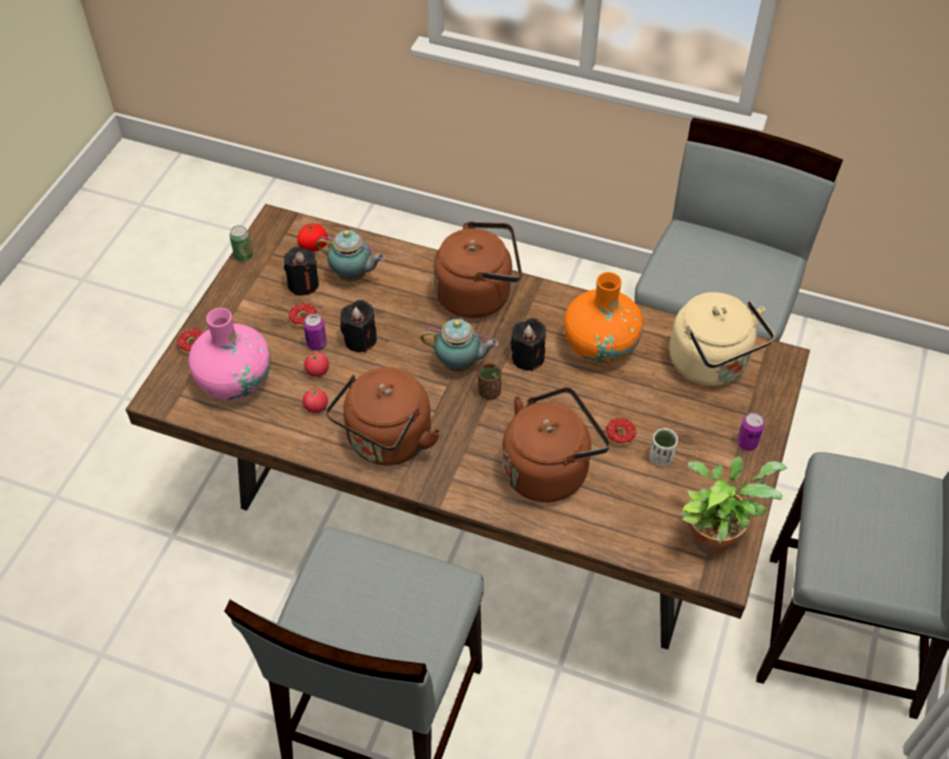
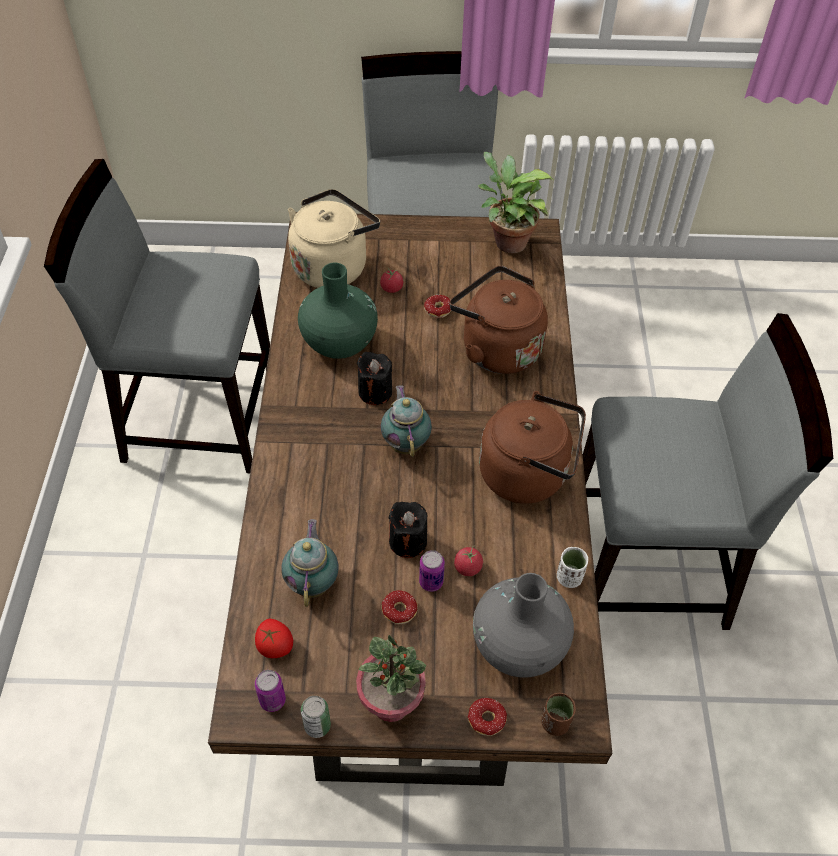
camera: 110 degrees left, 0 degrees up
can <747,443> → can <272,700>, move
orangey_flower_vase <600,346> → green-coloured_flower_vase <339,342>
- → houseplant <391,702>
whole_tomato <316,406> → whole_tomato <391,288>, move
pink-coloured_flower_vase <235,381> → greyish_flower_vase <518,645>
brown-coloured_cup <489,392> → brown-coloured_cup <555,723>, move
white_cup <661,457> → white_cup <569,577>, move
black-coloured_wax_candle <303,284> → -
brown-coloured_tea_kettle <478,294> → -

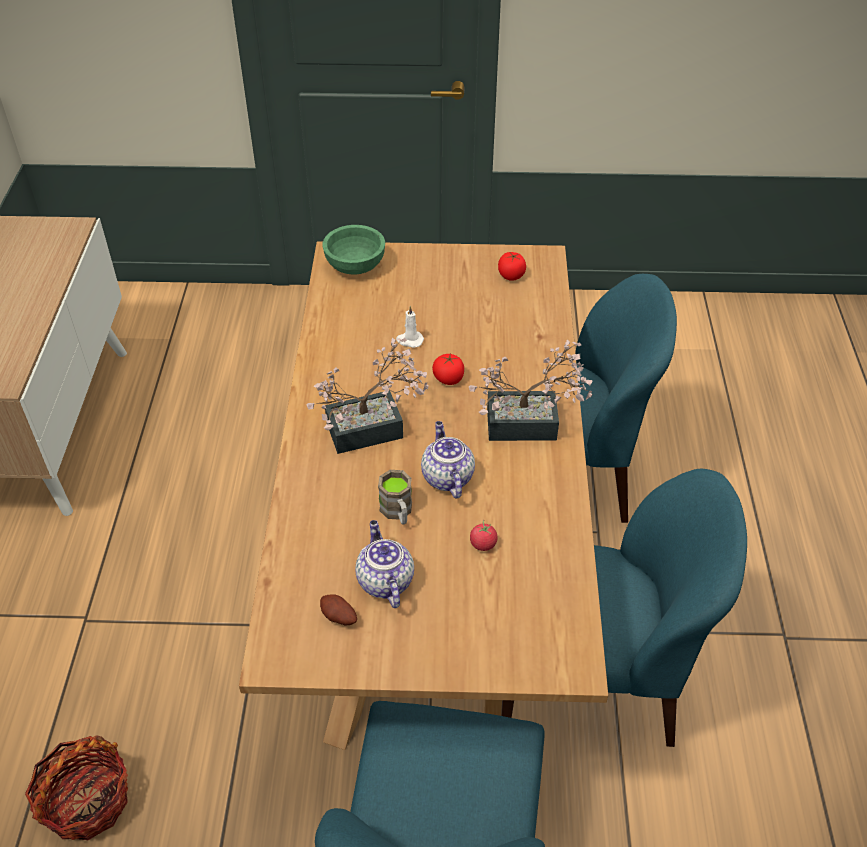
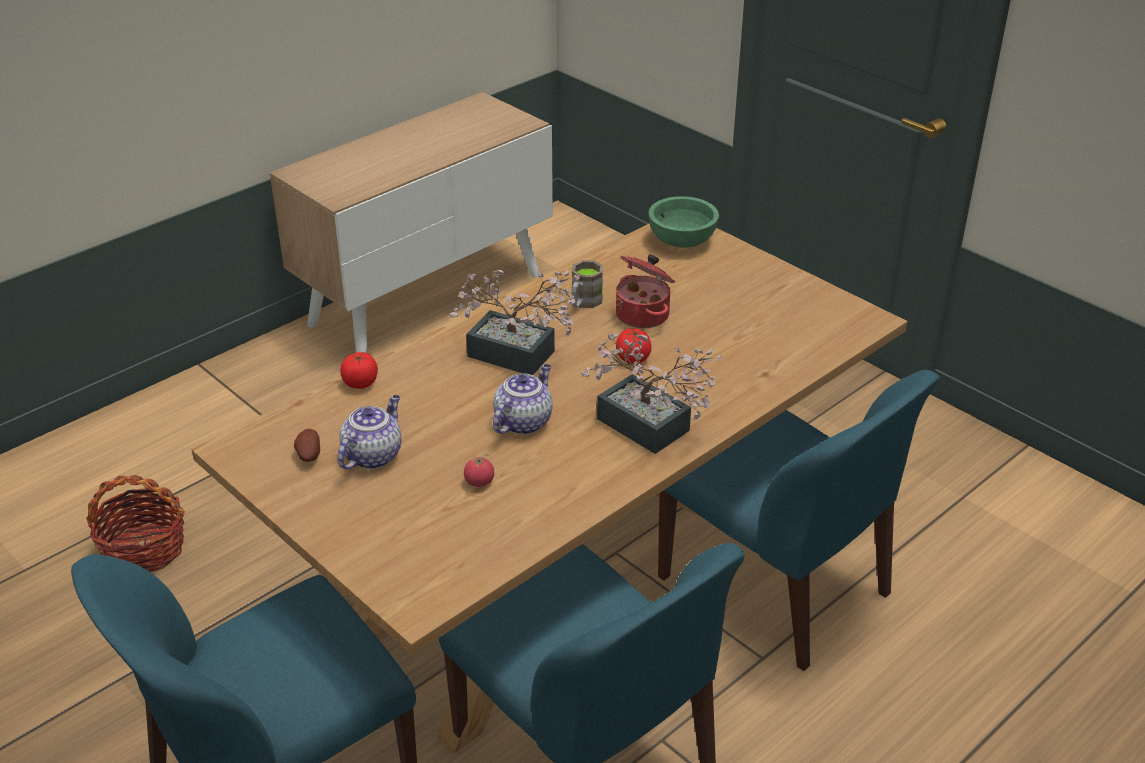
camera: 45 degrees right, 10 degrees down
whole_tomato <511,275> → whole_tomato <360,383>, move
brown-coloured_tea_mug <398,512> → brown-coloured_tea_mug <584,303>, move
white_wax_candle <409,340> → saucepot <644,315>

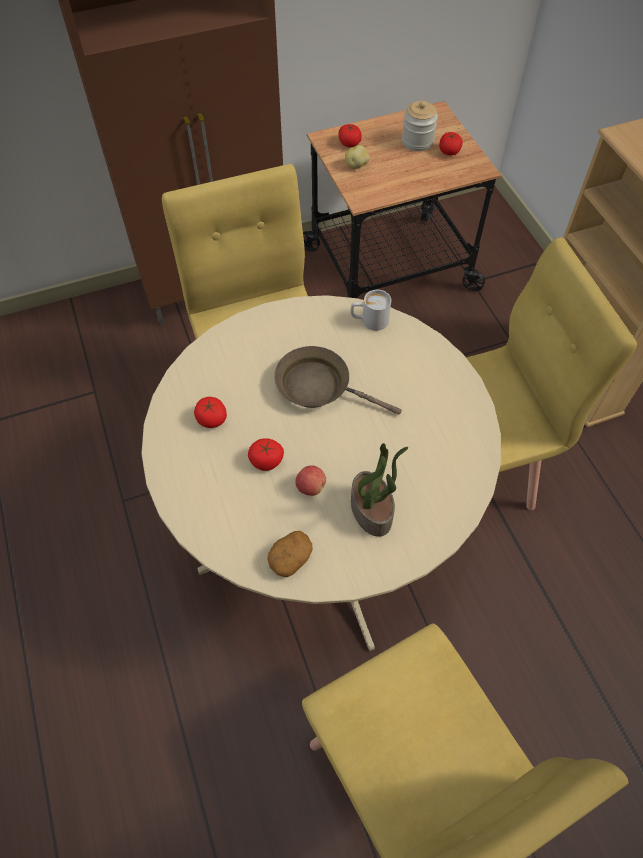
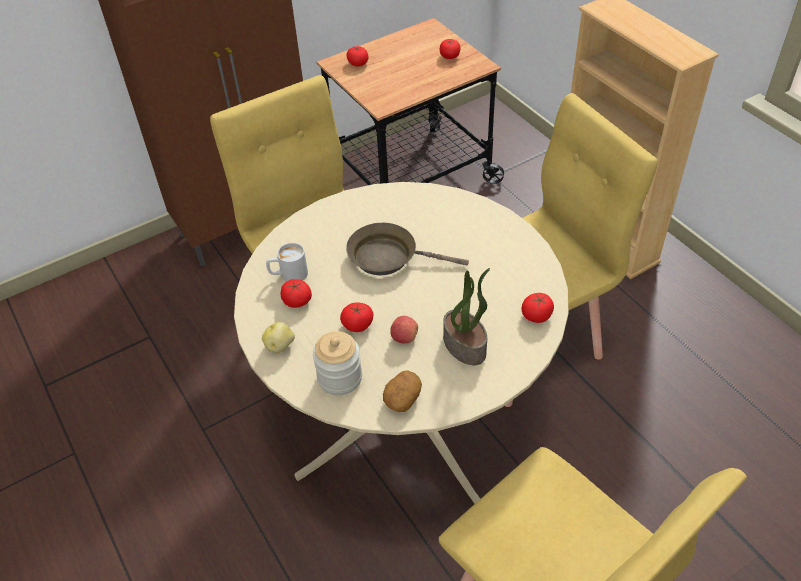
camera: 10 degrees left, 10 degrees down
whole_potato <357,165> → whole_potato <280,345>, move
white_tea_mug <369,321> → white_tea_mug <288,275>, move
jar <417,141> → jar <340,378>, move
- → whole_tomato <536,315>

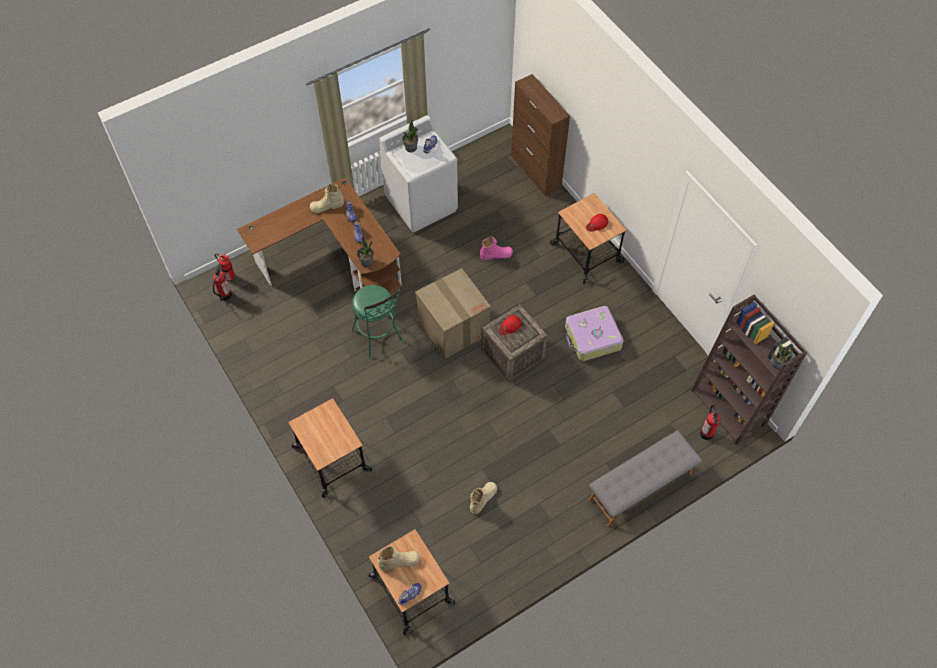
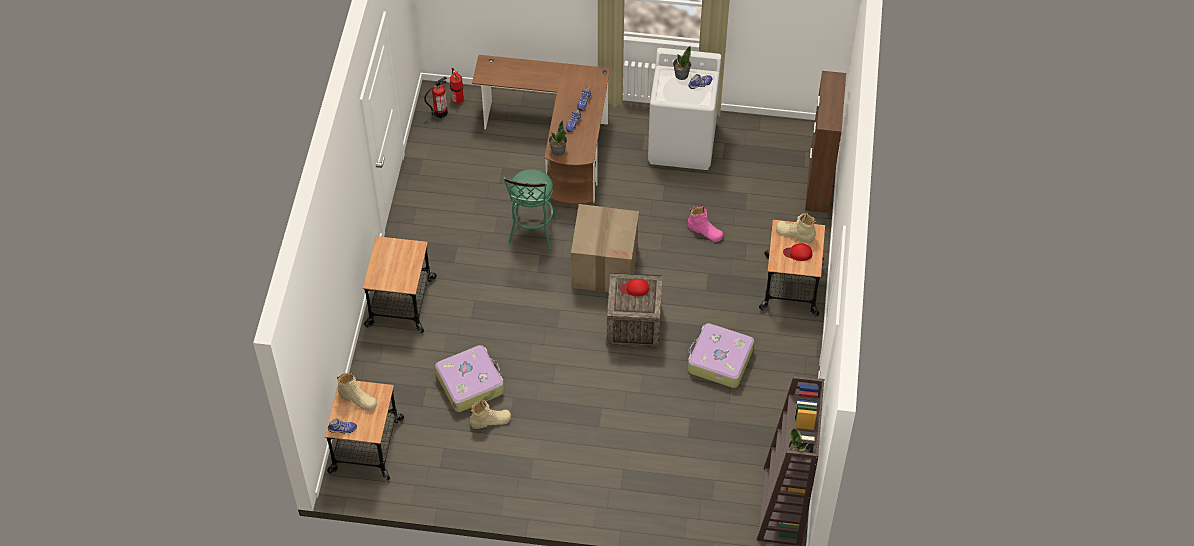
camera: 40 degrees right, 5 degrees down
- → piece_of_luggage <470,383>
beige_high-top_boot <327,206> → beige_high-top_boot <795,234>, move
greyish_long_seat <640,487> → -
extinguisher <706,433> → -

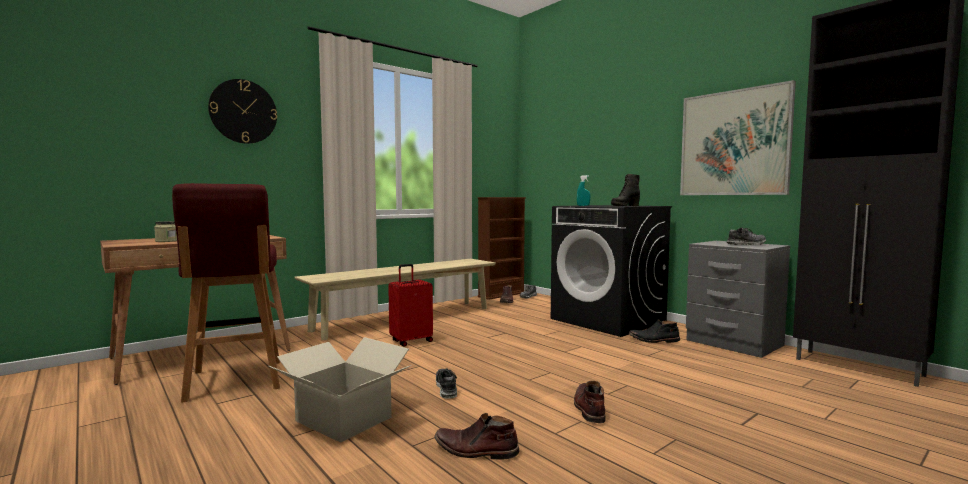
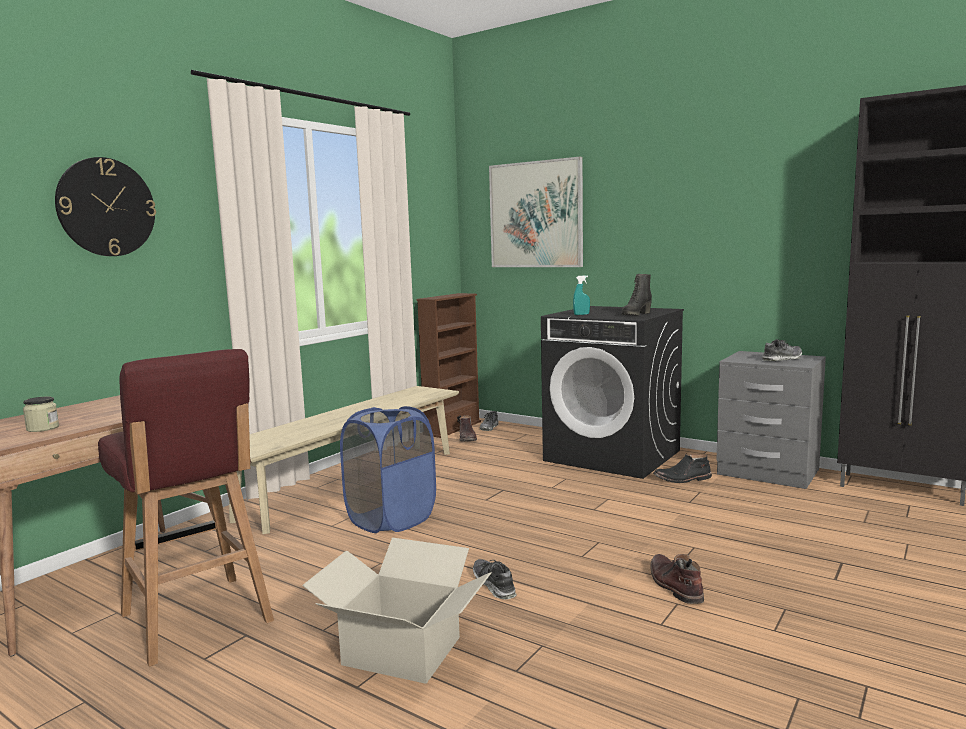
camera: 15 degrees left, 5 degrees up
red_piece_of_luggage <411,341> → blue-coloured_laundry_basket <391,519>
wall_picture <733,143> → wall_picture <536,215>, move
brown-coloured_high-top_boot <475,451> → -

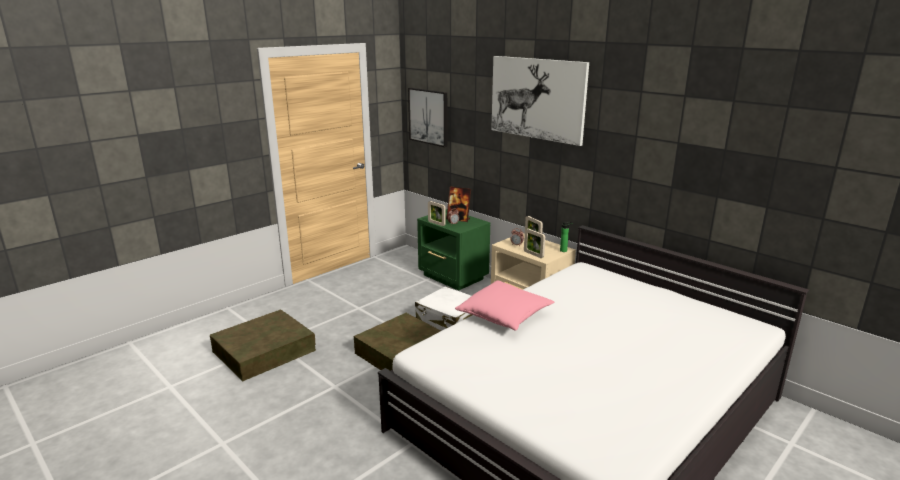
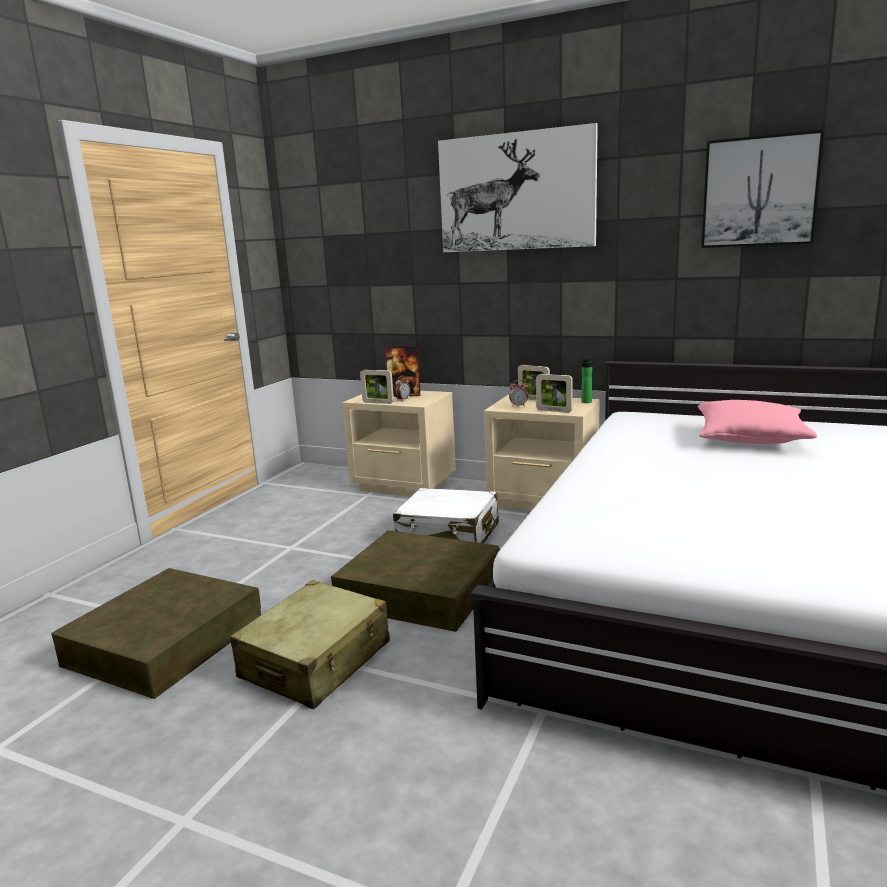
camera: 20 degrees left, 5 degrees down
- → beige_piece_of_luggage <316,661>
green-coloured_nightstand <453,277> → beige_nightstand <404,486>
pink-coloured_throw_pillow <504,316> → pink-coloured_throw_pillow <750,439>, move
wall_picture <428,116> → wall_picture <759,192>, move

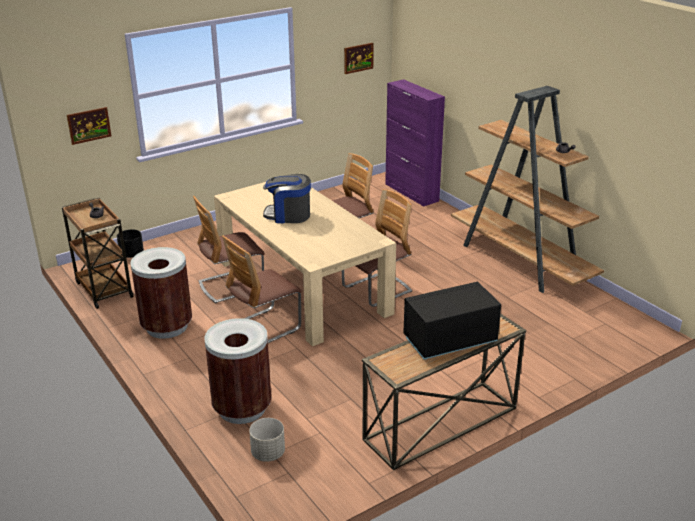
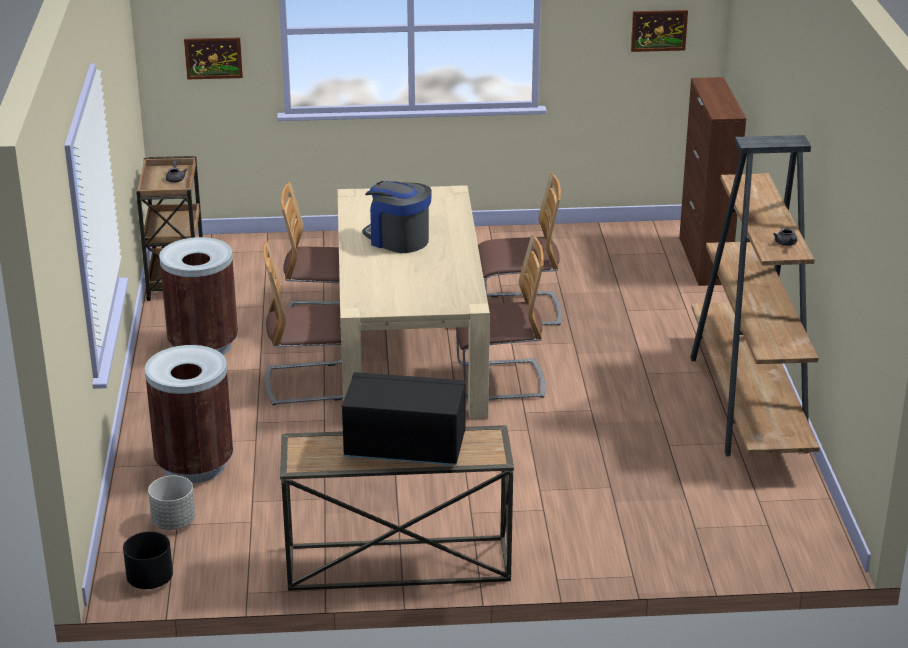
camera: 30 degrees right, 0 degrees up
black-coloured_plant_pot <131,255> → black-coloured_plant_pot <150,580>, move
purple-coloured_storage_cabinet <411,192> → brown-coloured_storage_cabinet <704,261>

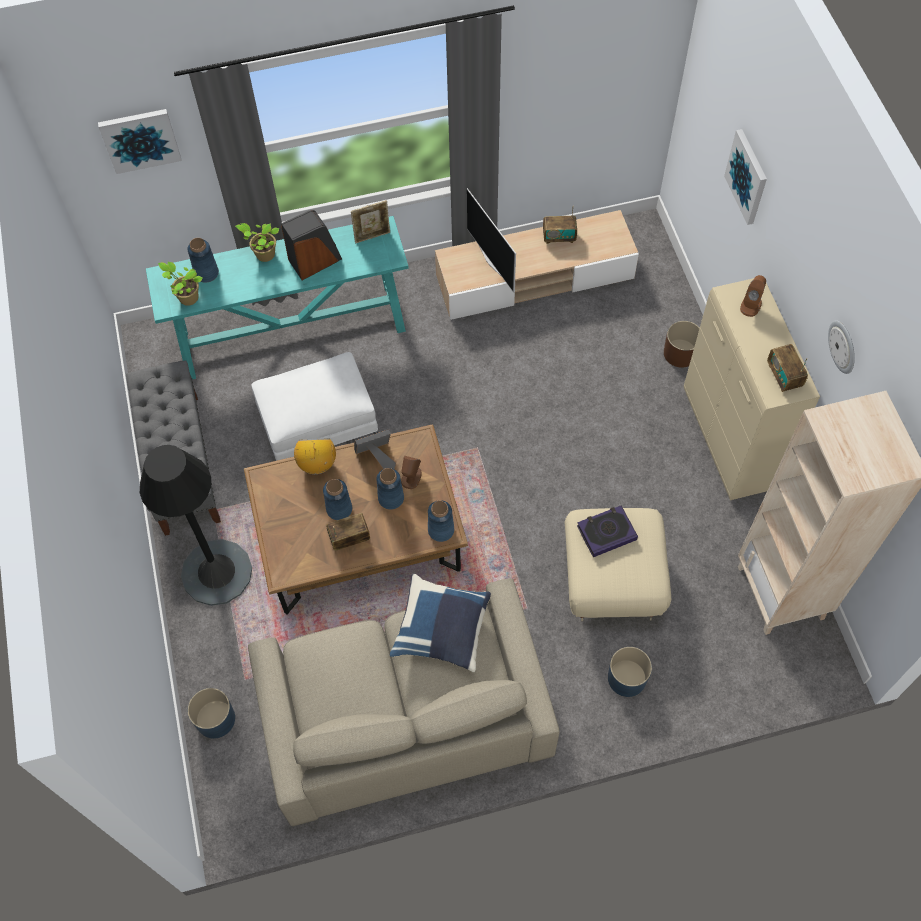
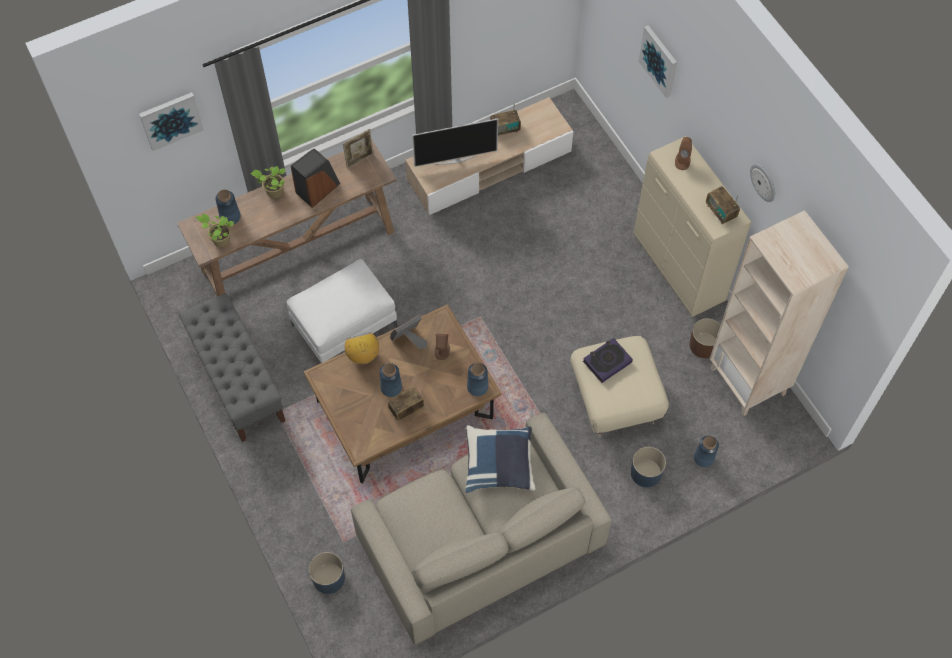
camera: 15 degrees left, 0 degrees up
blue-green_console_table <293,331> → brown-coloured_console_table <299,251>
TV_set <491,260> → TV_set <455,159>, 60 degrees counterclockwise
brown-coloured_plant_pot <680,353> → brown-coloured_plant_pot <703,345>, move
blue-coloured_flower_vase <391,498> → blue-coloured_flower_vase <704,458>, move
black-coloured_standing_lamp <217,572> → -

